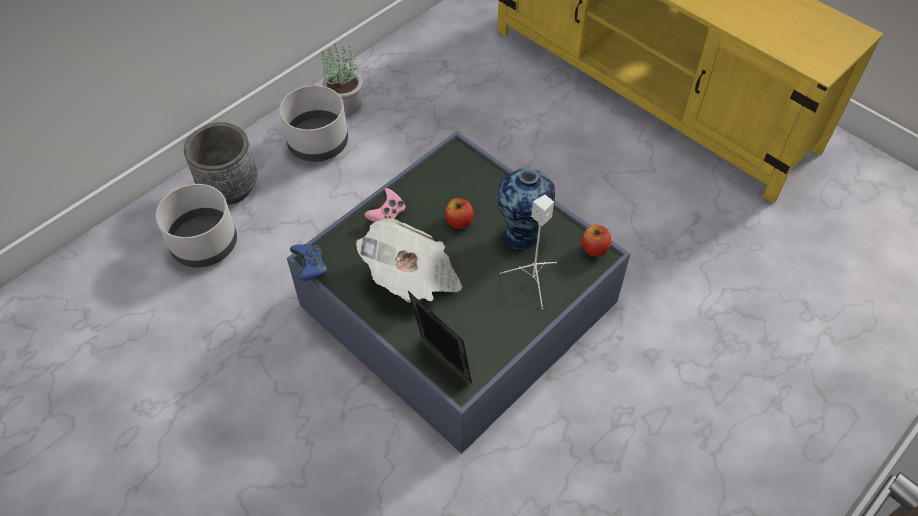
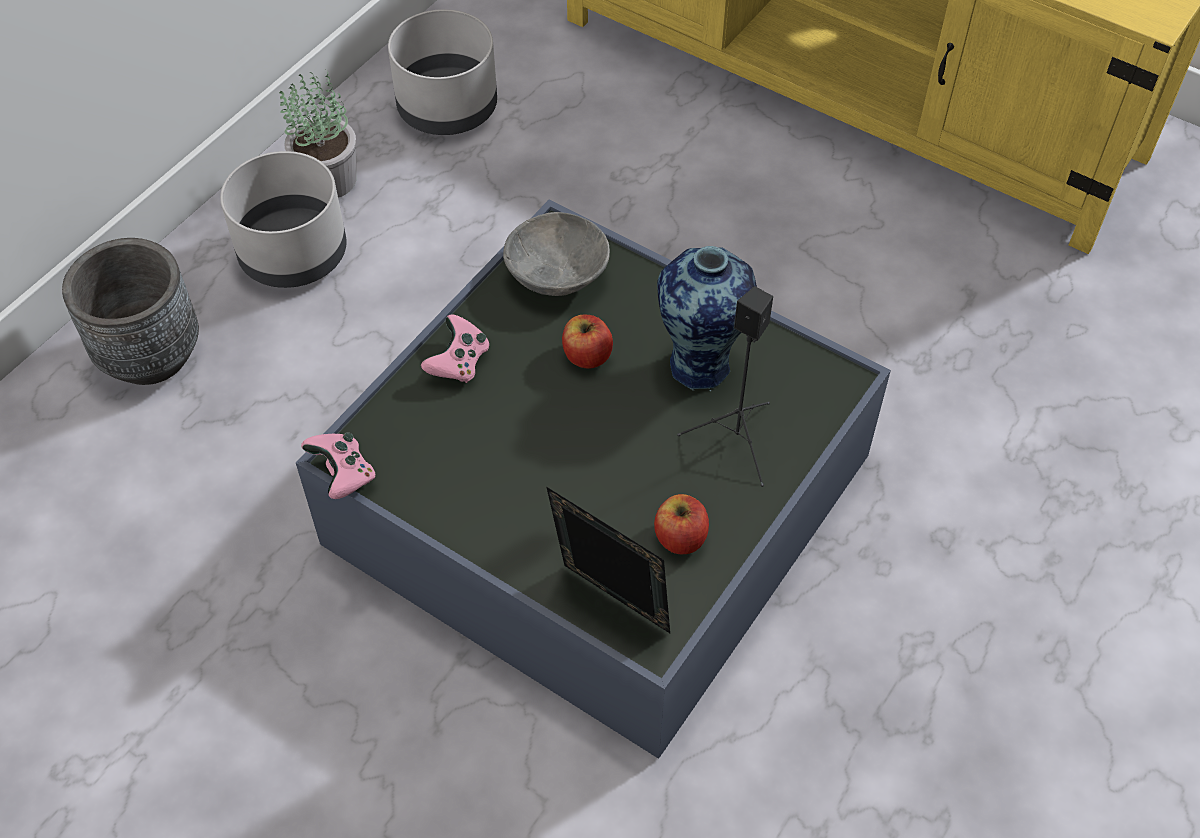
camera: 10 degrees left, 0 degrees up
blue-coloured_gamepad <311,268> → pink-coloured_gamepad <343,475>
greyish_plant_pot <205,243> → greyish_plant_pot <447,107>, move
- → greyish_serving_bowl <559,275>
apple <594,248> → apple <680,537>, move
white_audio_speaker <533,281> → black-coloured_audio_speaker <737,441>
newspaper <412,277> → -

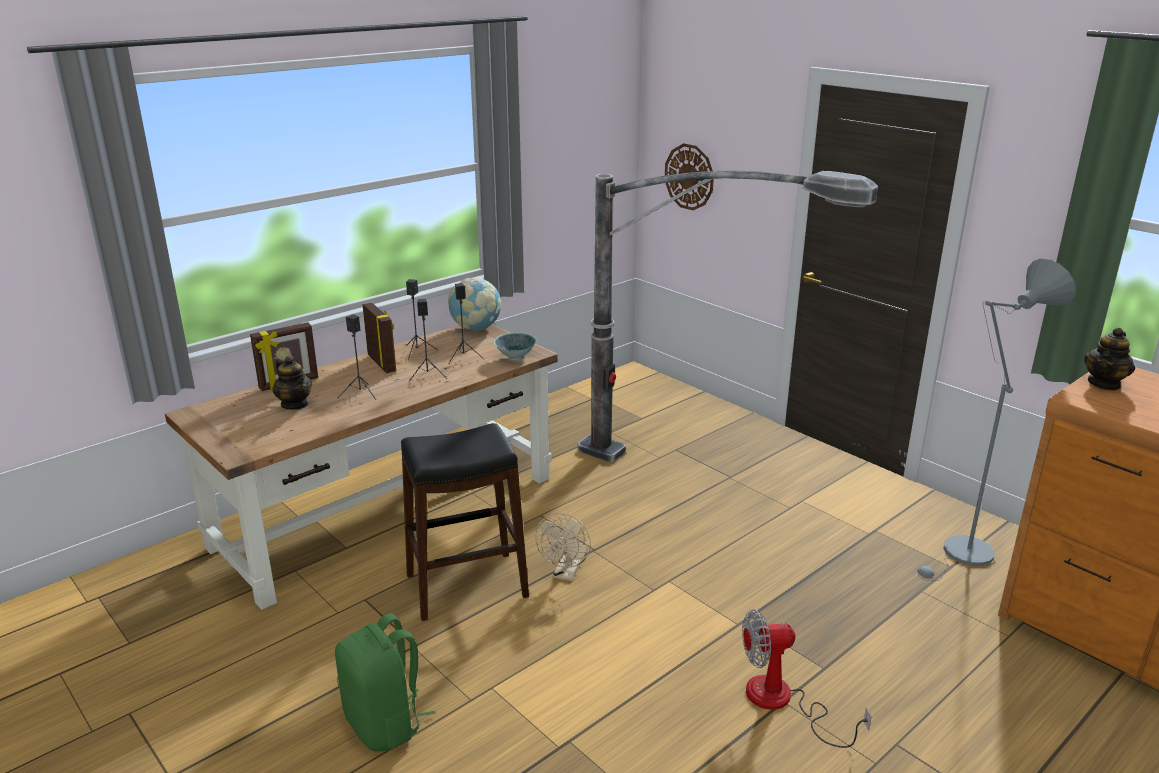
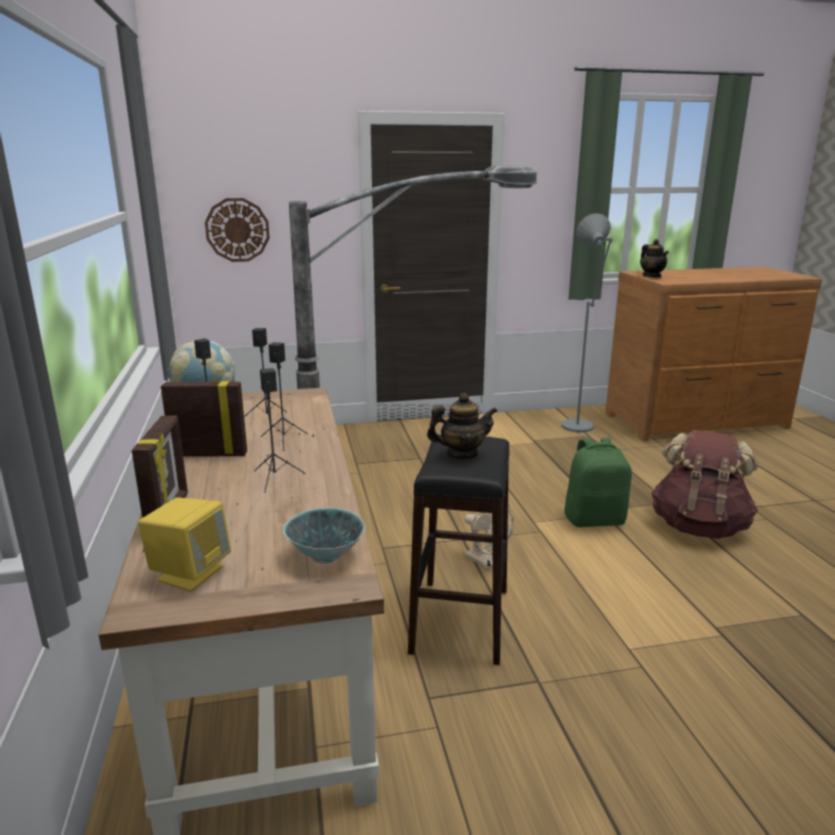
camera: 60 degrees left, 5 degrees down
- → yellow_audio_speaker <190,573>
serving_bowl <515,357> → serving_bowl <325,556>, move
teapot <295,404> → teapot <461,454>, move
green-coloured_backpack <385,724> → green-coloured_backpack <594,520>, move
fan <782,702> → brown-coloured_backpack <698,527>

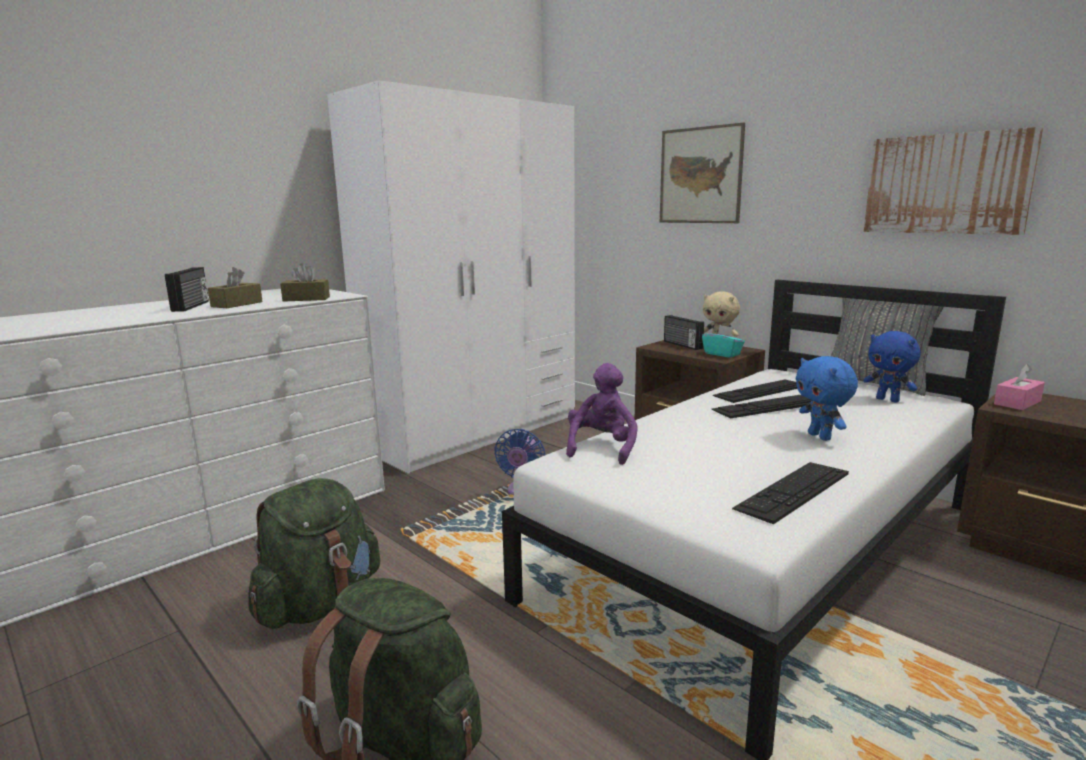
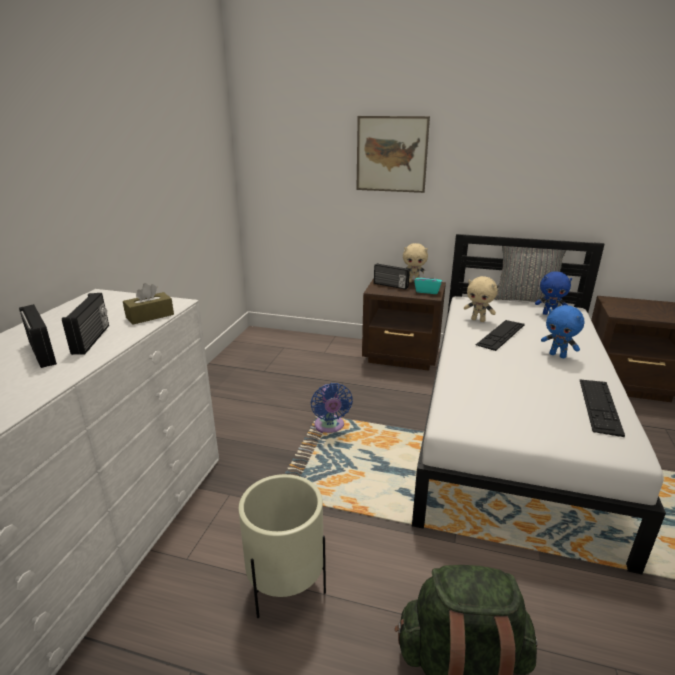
camera: 30 degrees left, 10 degrees up
brown-coloured_tissue_holder <237,304> → radio_set <92,339>
green-coloured_backpack <320,604> → beige_plant_pot <286,588>
computer_keyboard <760,391> → beige_soft_toy <478,320>
white_wardrobe <476,432> → -
purple-coloured_soft_toy <602,448> → -
wall_picture <946,184> → -
pink-coloured_tissue_holder <1017,403> → -

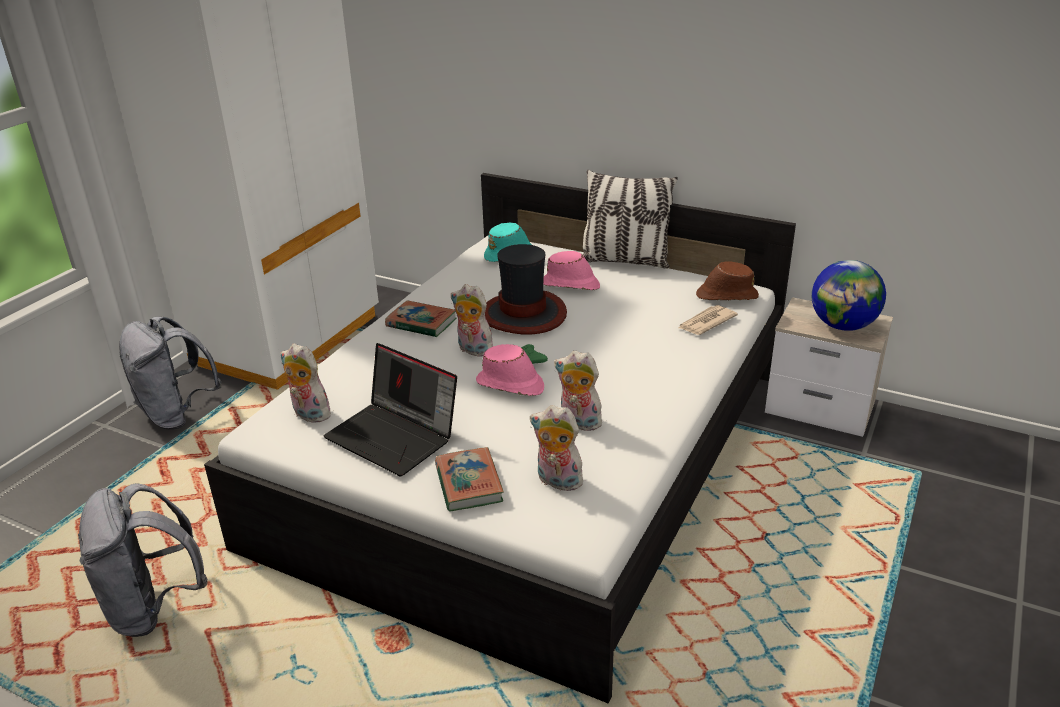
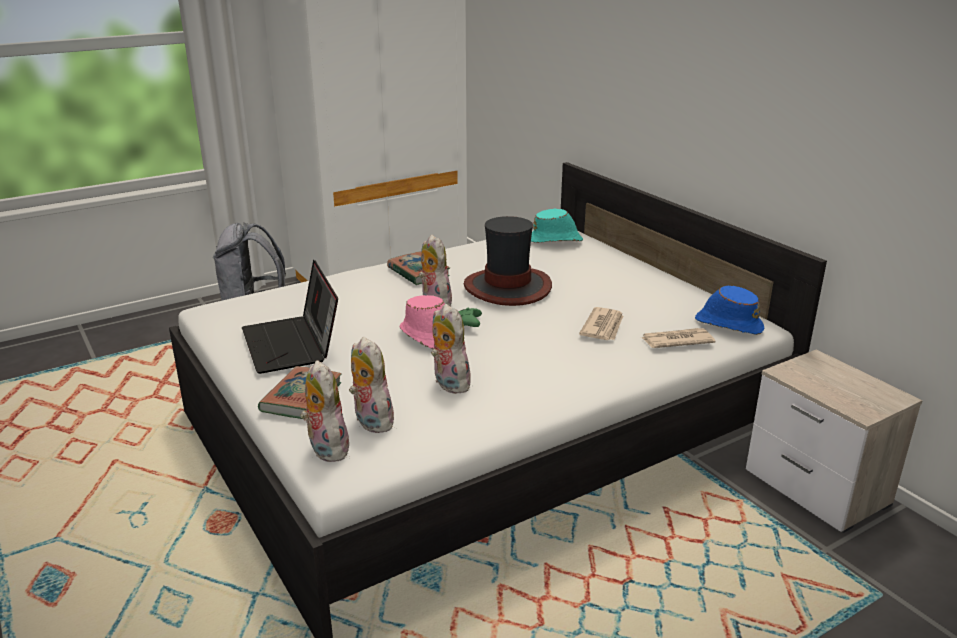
camera: 30 degrees right, 5 degrees down
soft_toy <308,414> → soft_toy <325,448>, move
- → newspaper <603,327>
brown-coloured_wearable_hat <726,295> → blue-coloured_wearable_hat <728,324>
greyish_backpack <154,607> → -
pink-coloured_wearable_hat <571,285> → -
throw_pillow <624,261> → -
globe <843,326> → -

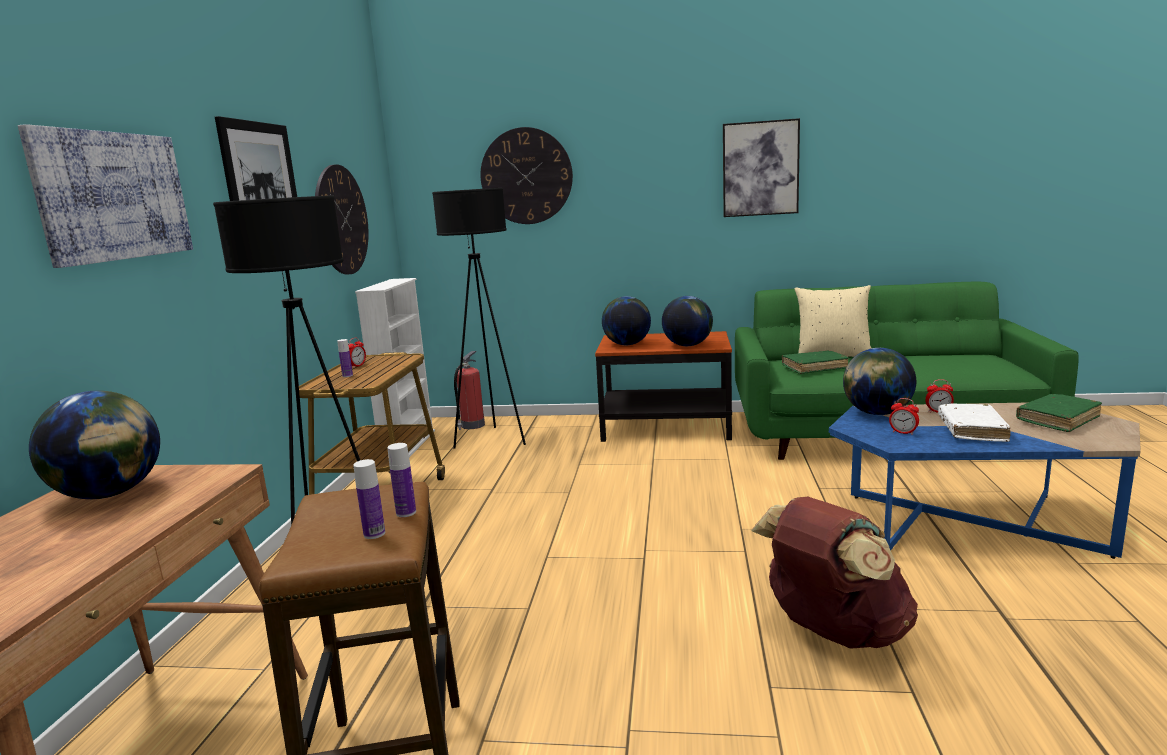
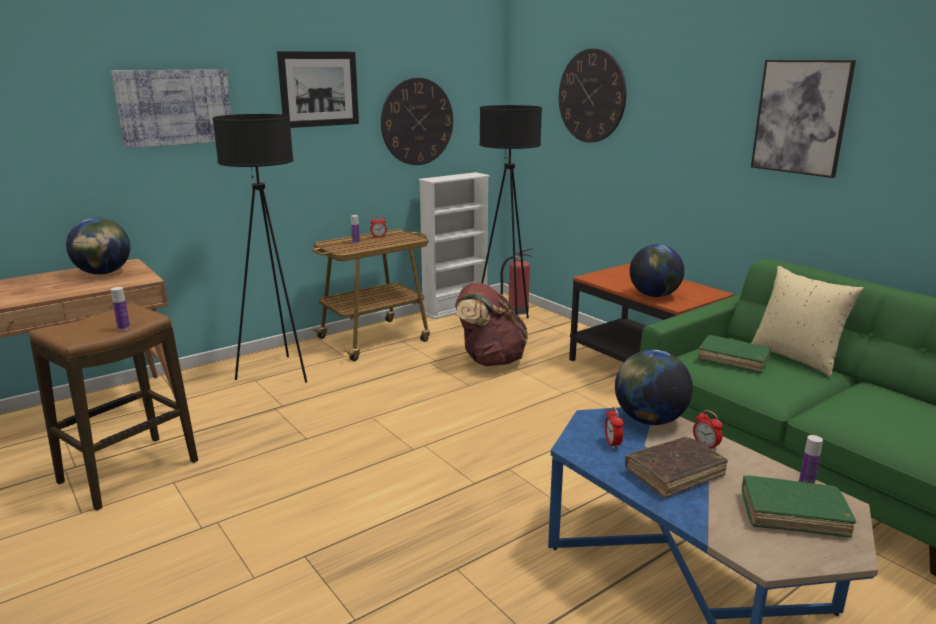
camera: 45 degrees right, 5 degrees up
brown-coloured_backpack <833,632> → brown-coloured_backpack <490,360>, move
white_volume <971,430> → brown-coloured_volume <674,474>
drink_bottle <374,534> → drink_bottle <806,484>, move
globe <627,344> → -

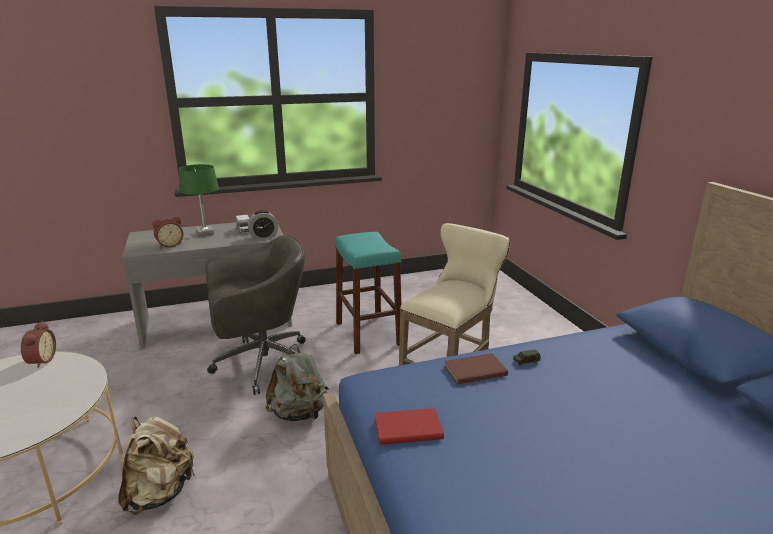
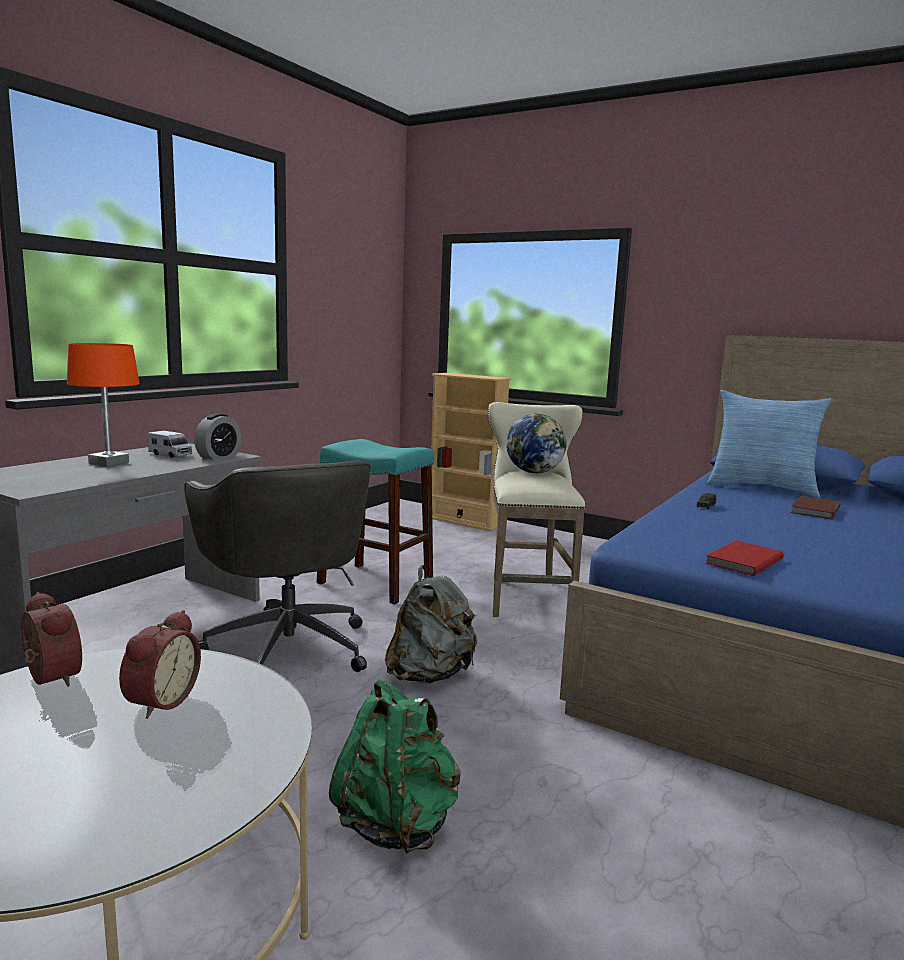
camera: 40 degrees left, 10 degrees down
green-coloured_table_lamp <205,233> → orangey_table_lamp <108,463>
bedside_clock <170,245> → bedside_clock <159,701>, move
greyish_computer_chair <261,364> → greyish_computer_chair <287,647>, 120 degrees clockwise
beige_backpack <160,493> → green-coloured_backpack <397,822>
- → beige_bookshelf <464,521>
- → globe <534,472>
- → throw_pillow <761,488>
brown-coloured_volume <474,370> → brown-coloured_volume <813,510>, move

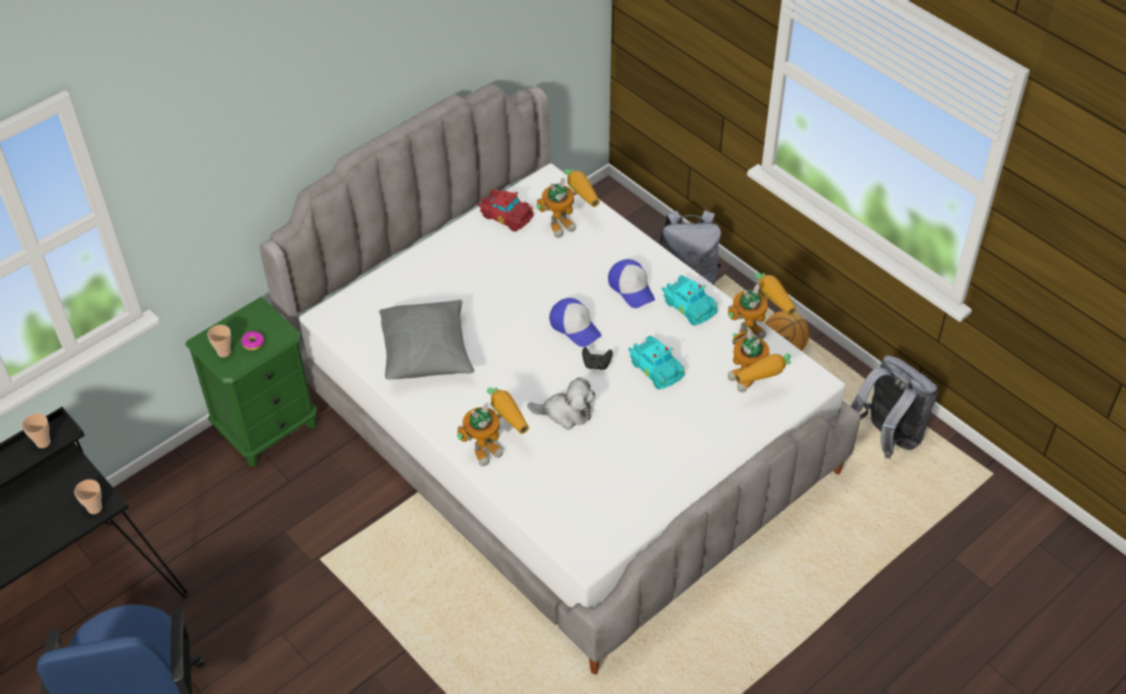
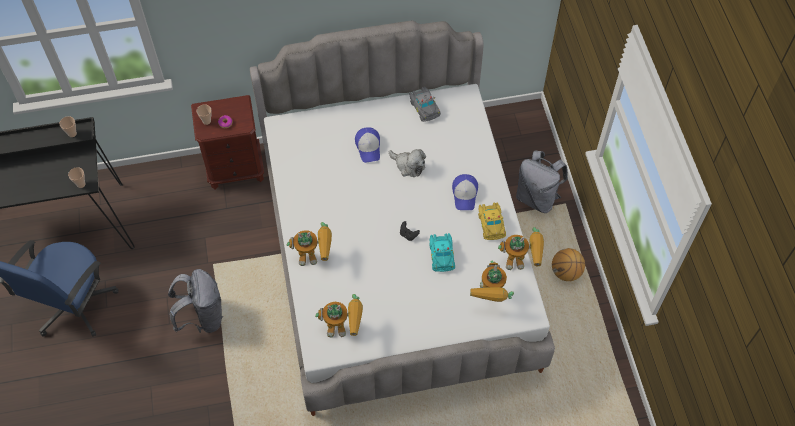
camera: 30 degrees right, 10 degrees up
greyish_backpack <886,437> → greyish_backpack <202,317>, move
green-coloured_nightstand <268,428> → brown-coloured_nightstand <235,169>
toy_robot <568,222> → toy_robot <344,327>, move
peaked_cap <575,326> → peaked_cap <368,147>, move
soft_toy <566,413> → soft_toy <408,165>, move
red_toy_car <506,215> → greyish_toy_car <425,107>
blue-green_toy_car <689,305> → yellow_toy_car <491,224>
greyish_throw_pillow <426,356> → -

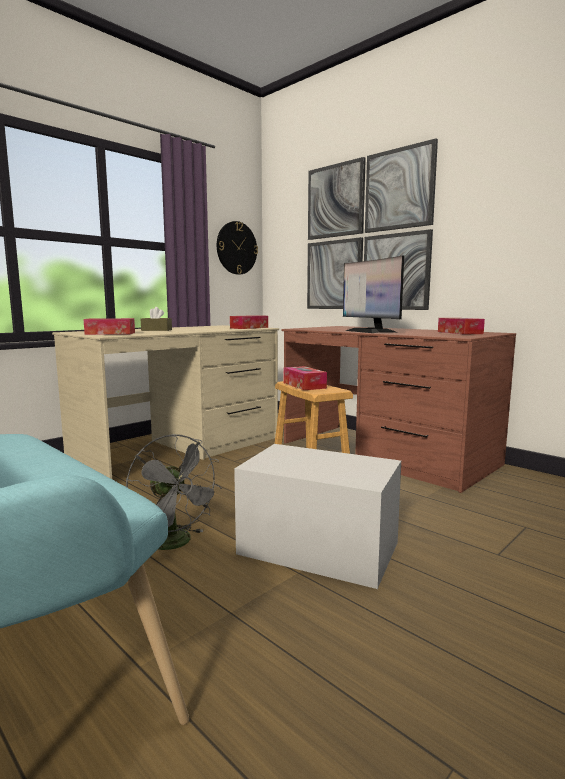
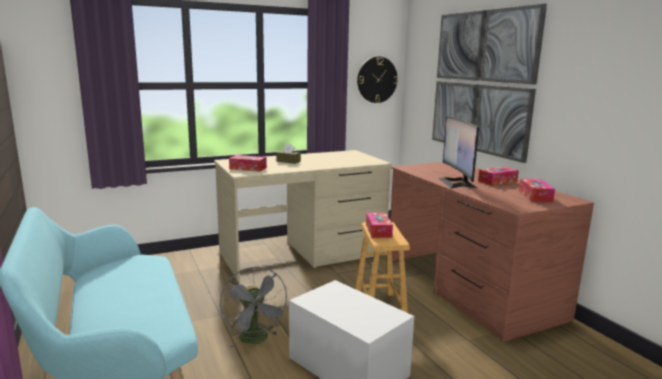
camera: 20 degrees right, 5 degrees up
tissue_holder <249,328> → tissue_holder <497,181>, move

